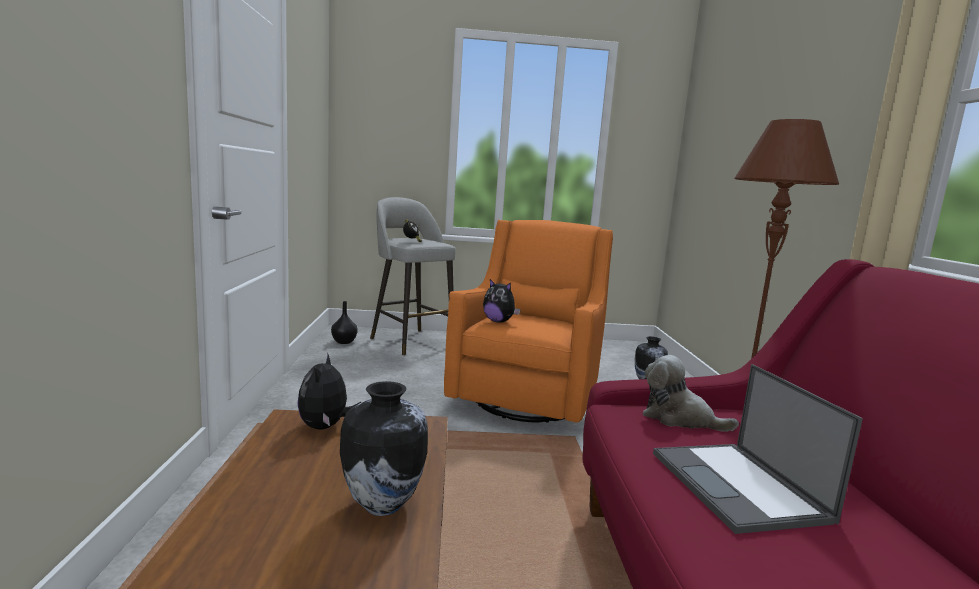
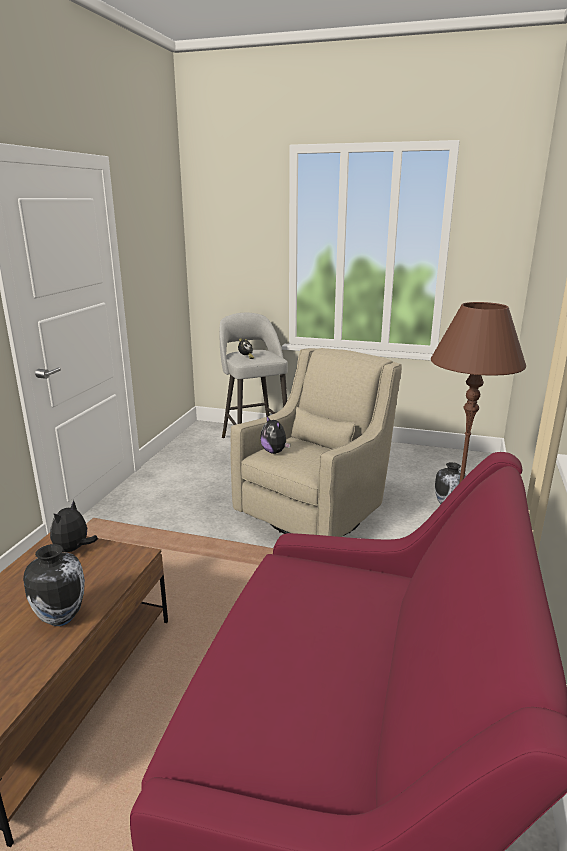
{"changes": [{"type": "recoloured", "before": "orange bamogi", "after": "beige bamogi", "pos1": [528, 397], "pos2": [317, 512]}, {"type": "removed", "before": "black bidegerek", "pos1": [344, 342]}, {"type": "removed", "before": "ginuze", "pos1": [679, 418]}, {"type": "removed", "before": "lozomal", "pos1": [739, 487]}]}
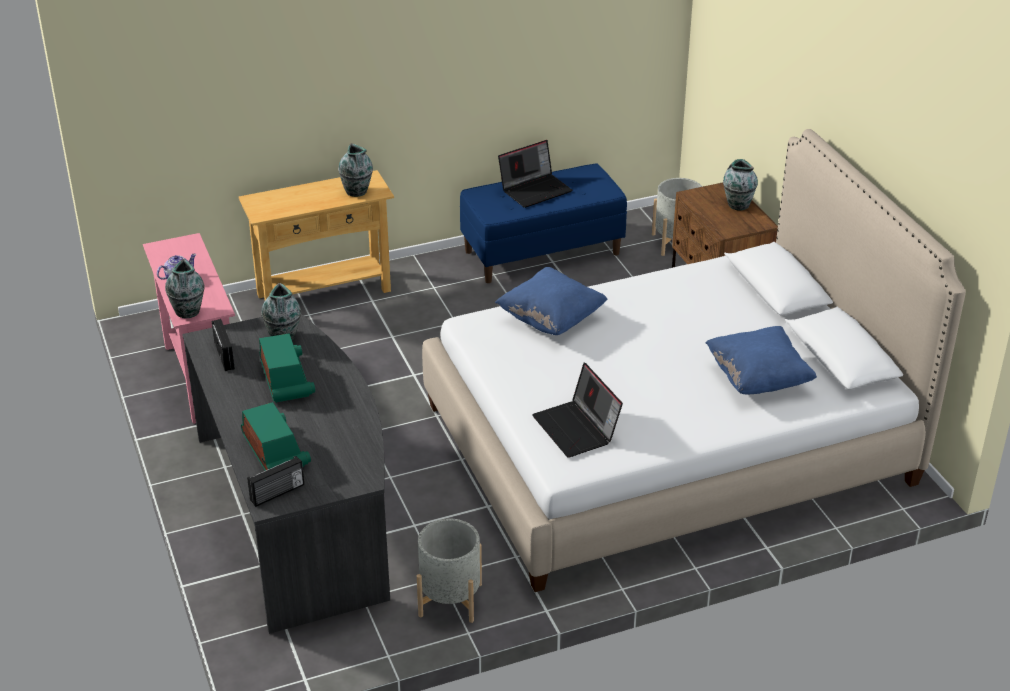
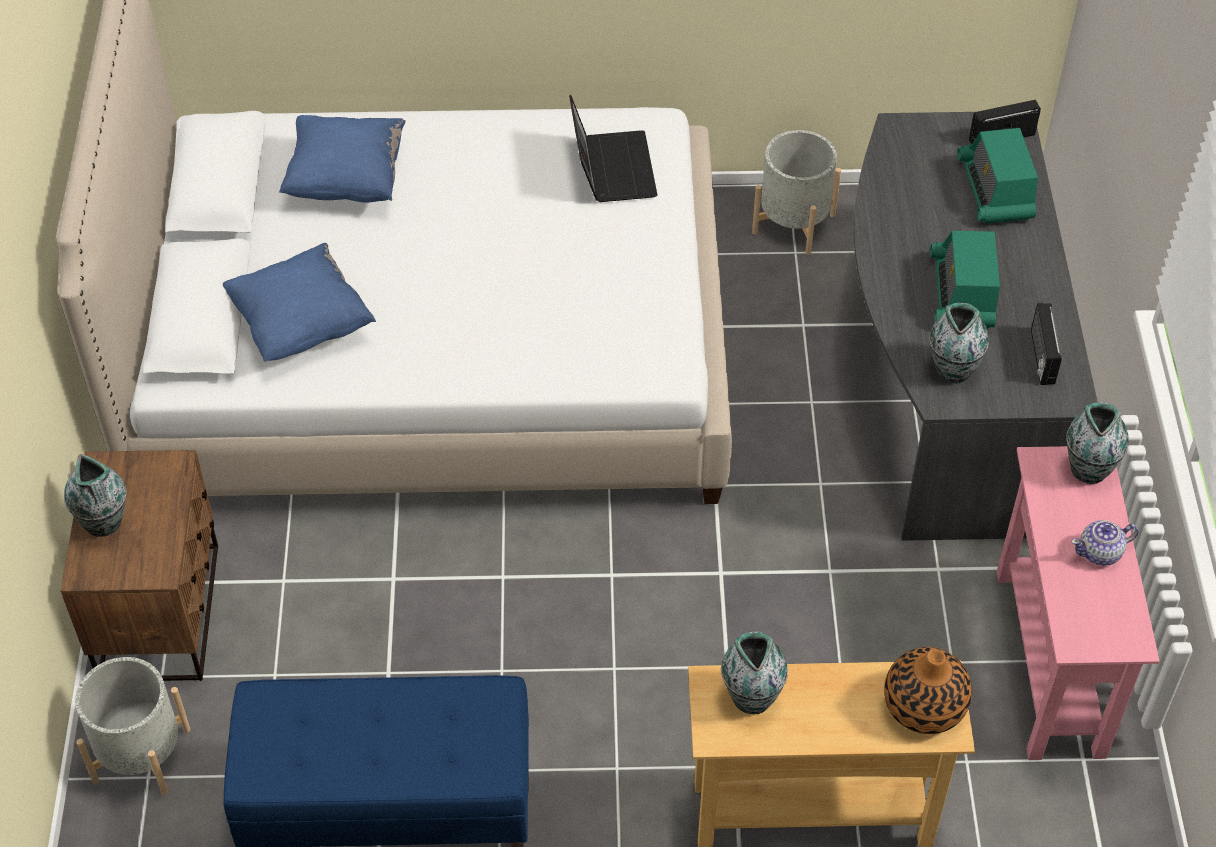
{"changes": [{"type": "removed", "before": "lozomal", "pos1": [535, 189]}, {"type": "moved", "before": "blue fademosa", "pos1": [551, 319], "pos2": [300, 325]}, {"type": "added", "after": "bidegerek", "pos2": [924, 706]}]}
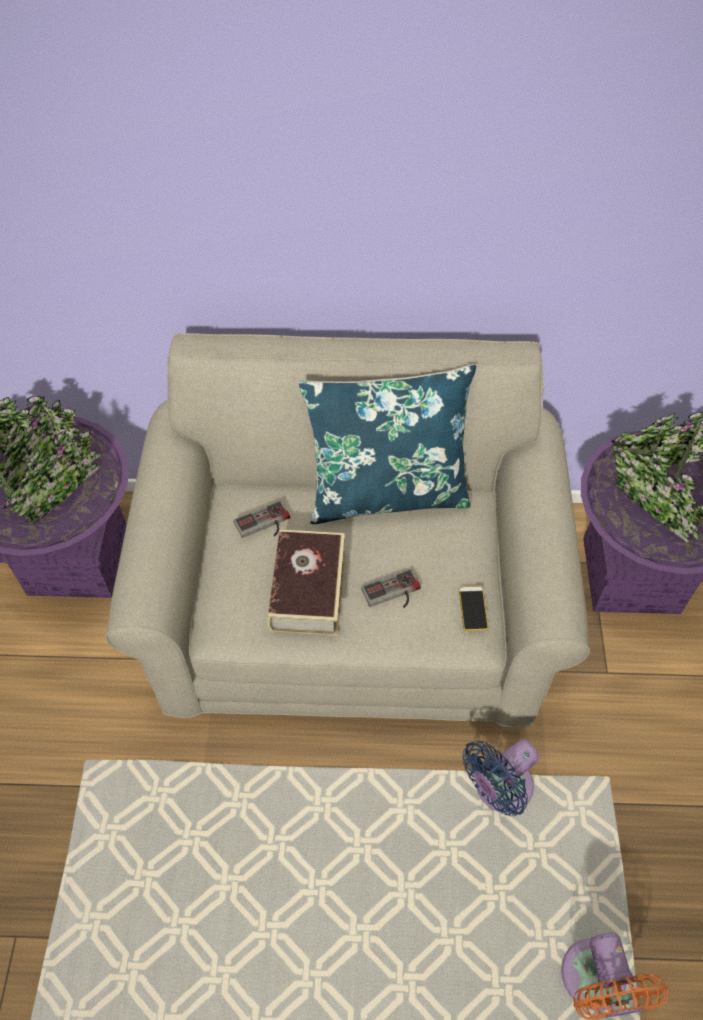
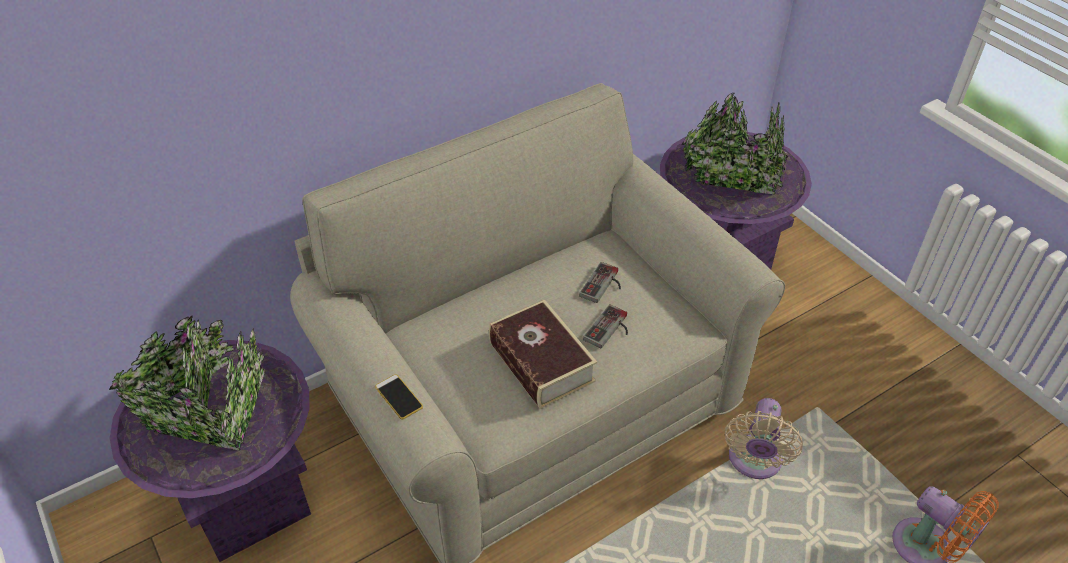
{"changes": [{"type": "removed", "before": "blue fademosa", "pos1": [387, 493]}, {"type": "moved", "before": "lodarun", "pos1": [264, 525], "pos2": [604, 285]}, {"type": "moved", "before": "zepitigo", "pos1": [473, 608], "pos2": [399, 397]}, {"type": "recoloured", "before": "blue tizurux", "after": "beige tizurux", "pos1": [498, 789], "pos2": [754, 462]}]}
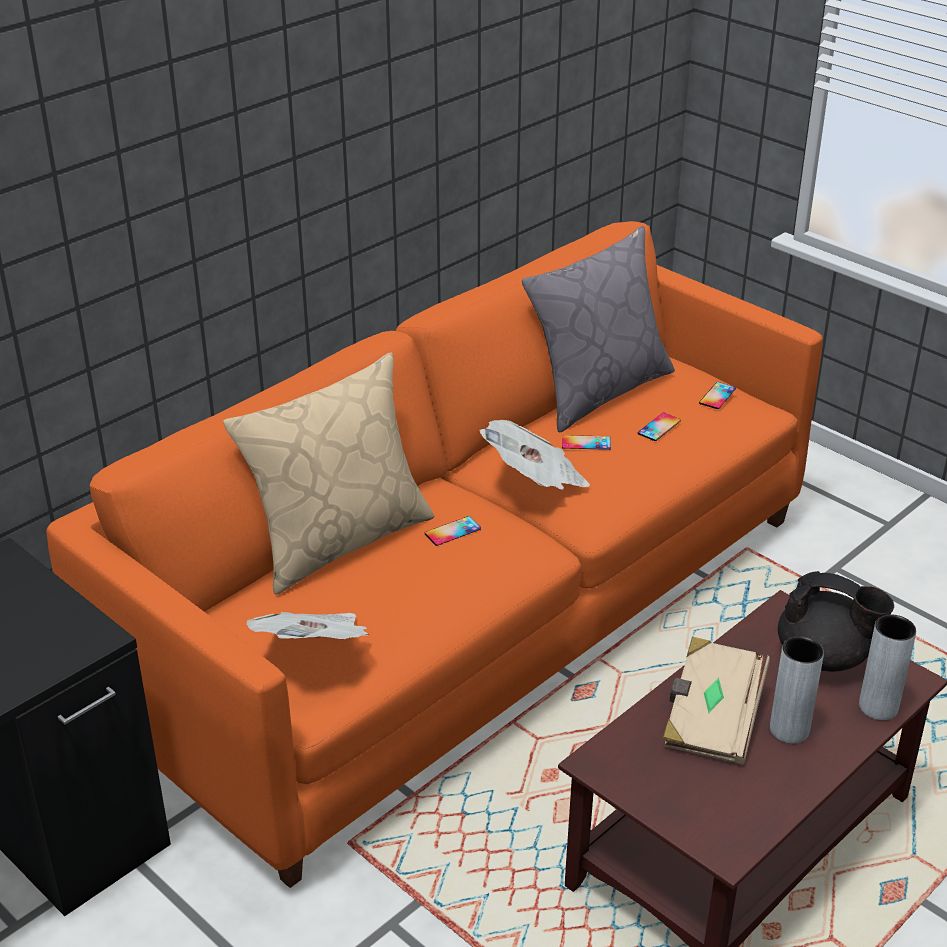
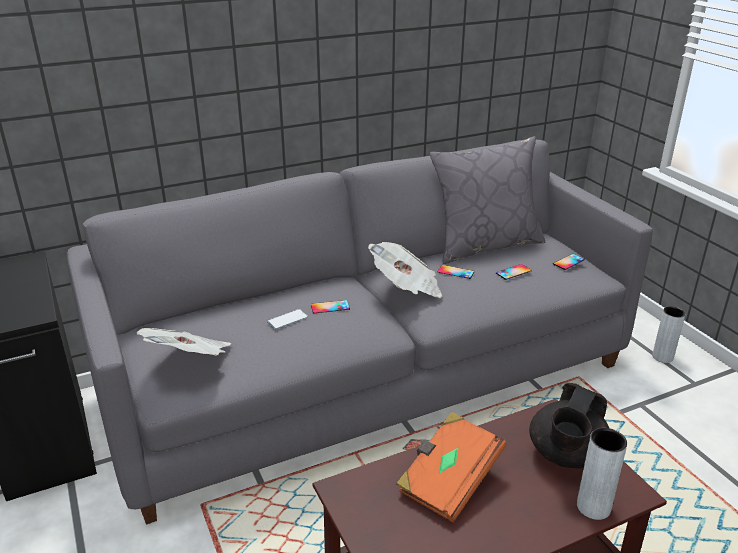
{"changes": [{"type": "recoloured", "before": "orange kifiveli", "after": "grey kifiveli", "pos1": [474, 614], "pos2": [369, 378]}, {"type": "removed", "before": "beige fademosa", "pos1": [338, 540]}, {"type": "turned", "before": "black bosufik", "pos1": [824, 657], "pos2": [566, 456], "turn": 75}, {"type": "moved", "before": "grey bidegerek", "pos1": [789, 729], "pos2": [662, 357]}, {"type": "recoloured", "before": "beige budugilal", "after": "orange budugilal", "pos1": [711, 719], "pos2": [448, 480]}, {"type": "added", "after": "zepitigo", "pos2": [287, 319]}]}
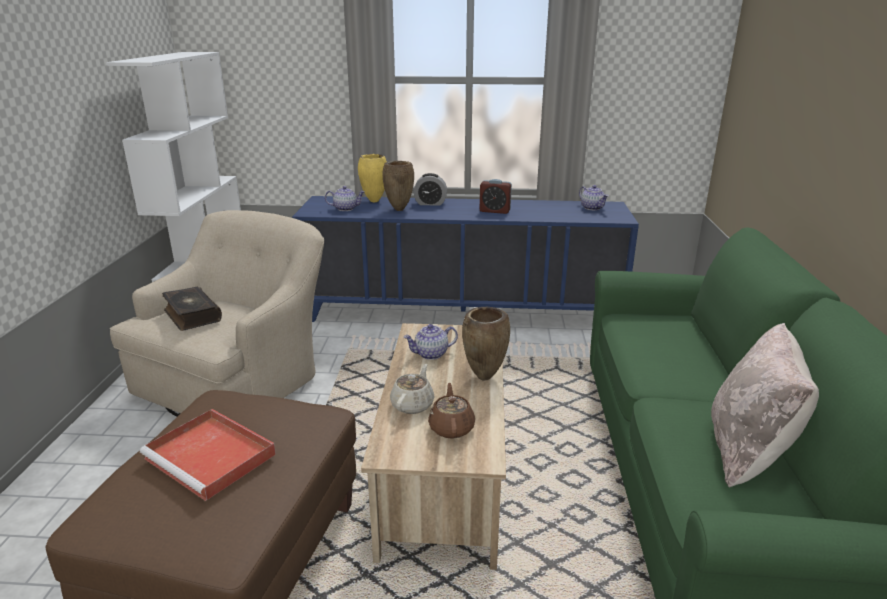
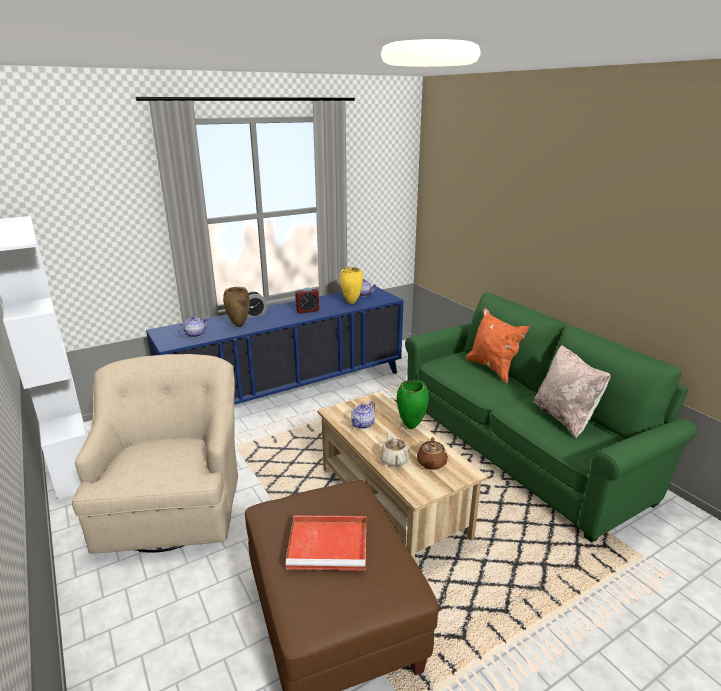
{"changes": [{"type": "moved", "before": "yellow bidegerek", "pos1": [373, 201], "pos2": [351, 303]}, {"type": "removed", "before": "budugilal", "pos1": [191, 316]}, {"type": "recoloured", "before": "brown bidegerek", "after": "green bidegerek", "pos1": [484, 378], "pos2": [411, 427]}, {"type": "turned", "before": "brown bosufik", "pos1": [451, 427], "pos2": [431, 463], "turn": -135}, {"type": "added", "after": "orange fademosa", "pos2": [492, 369]}]}
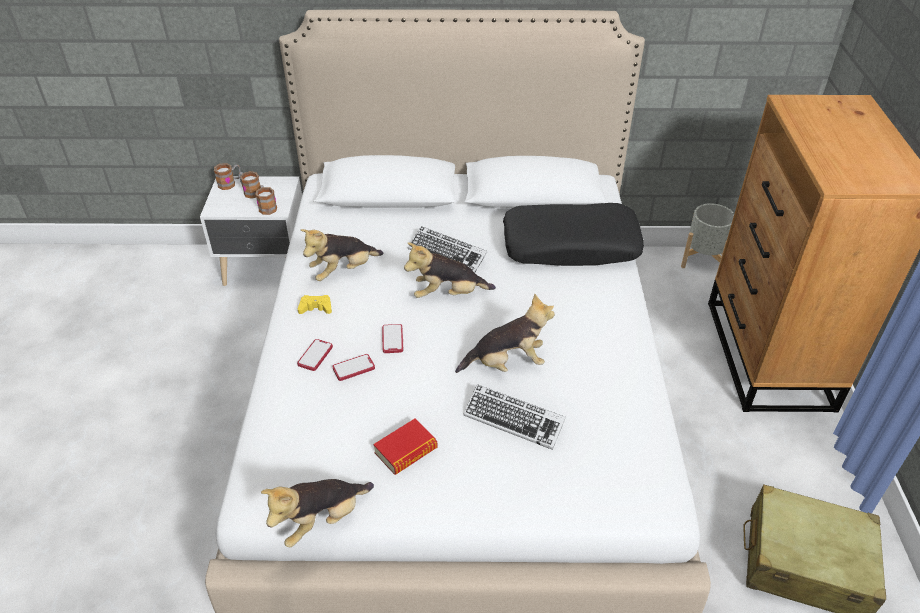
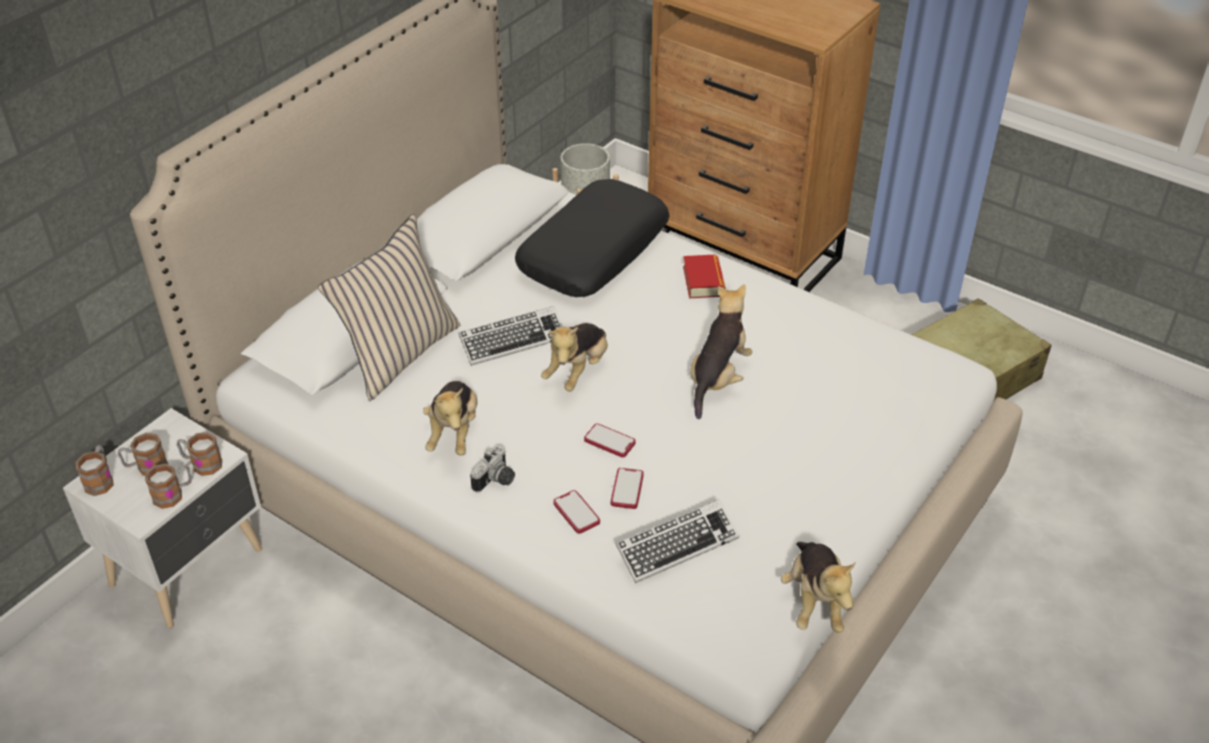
{"changes": [{"type": "replaced", "before": "yellow lodarun", "after": "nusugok", "pos1": [316, 308], "pos2": [496, 481]}, {"type": "moved", "before": "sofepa", "pos1": [514, 420], "pos2": [677, 545]}, {"type": "moved", "before": "budugilal", "pos1": [406, 451], "pos2": [703, 281]}, {"type": "added", "after": "beige fademosa", "pos2": [399, 354]}, {"type": "added", "after": "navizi", "pos2": [174, 494]}]}
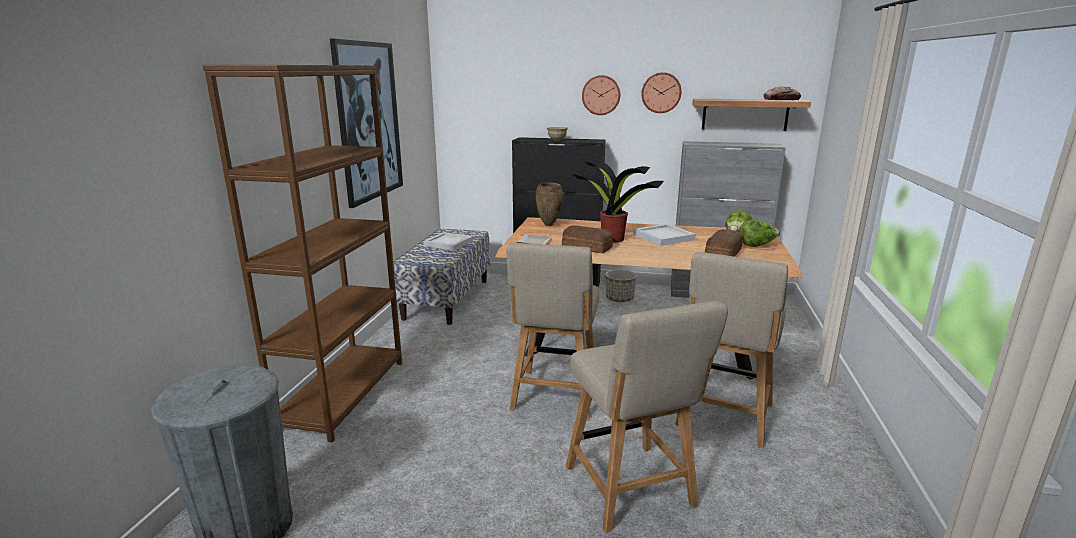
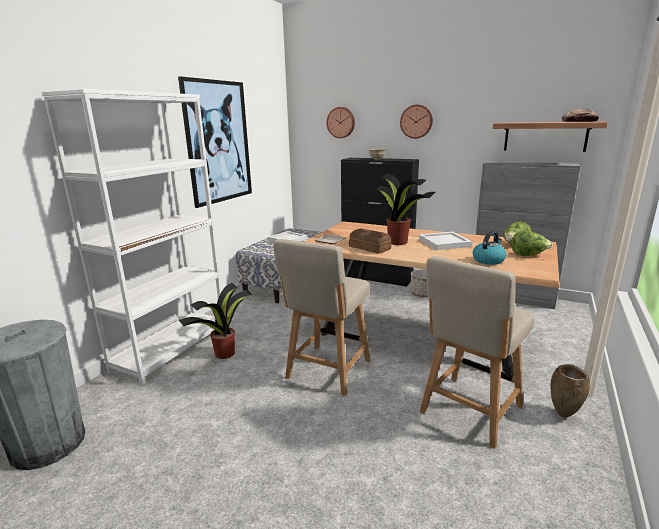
{"changes": [{"type": "recoloured", "before": "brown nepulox", "after": "white nepulox", "pos1": [344, 394], "pos2": [172, 349]}, {"type": "moved", "before": "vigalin", "pos1": [661, 92], "pos2": [341, 122]}, {"type": "moved", "before": "brown bidegerek", "pos1": [549, 225], "pos2": [564, 415]}, {"type": "replaced", "before": "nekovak", "after": "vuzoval", "pos1": [722, 253], "pos2": [488, 260]}, {"type": "removed", "before": "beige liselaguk", "pos1": [631, 490]}, {"type": "added", "after": "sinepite", "pos2": [226, 353]}]}
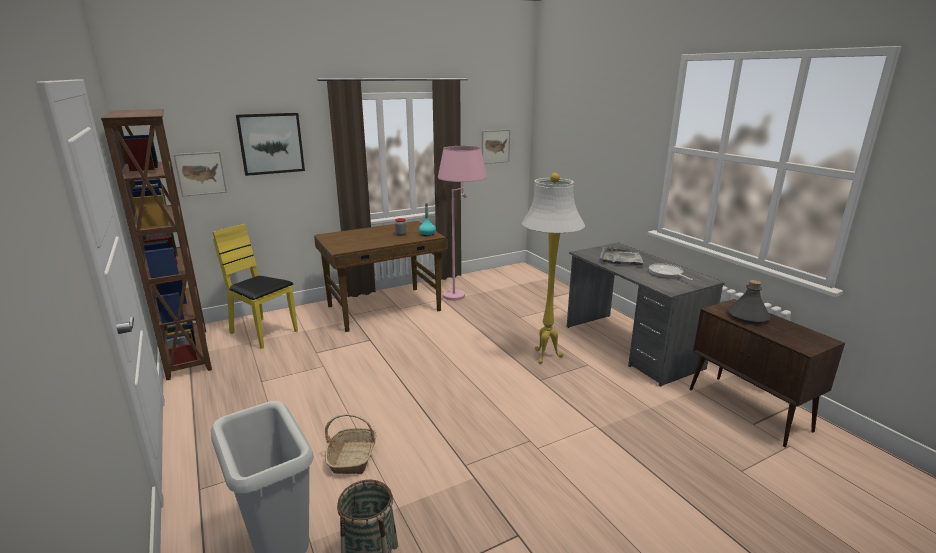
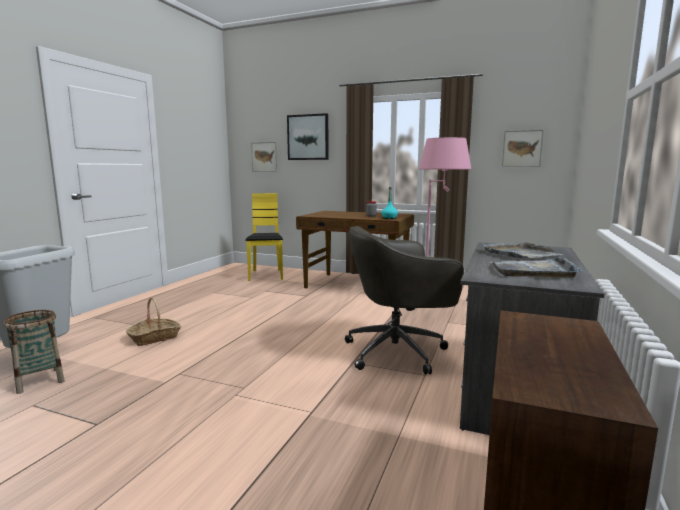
{"changes": [{"type": "removed", "before": "brown nepulox", "pos1": [189, 353]}, {"type": "replaced", "before": "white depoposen", "after": "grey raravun", "pos1": [544, 356], "pos2": [398, 352]}, {"type": "replaced", "before": "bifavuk", "after": "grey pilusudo", "pos1": [666, 274], "pos2": [533, 270]}, {"type": "removed", "before": "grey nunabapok", "pos1": [747, 316]}]}
